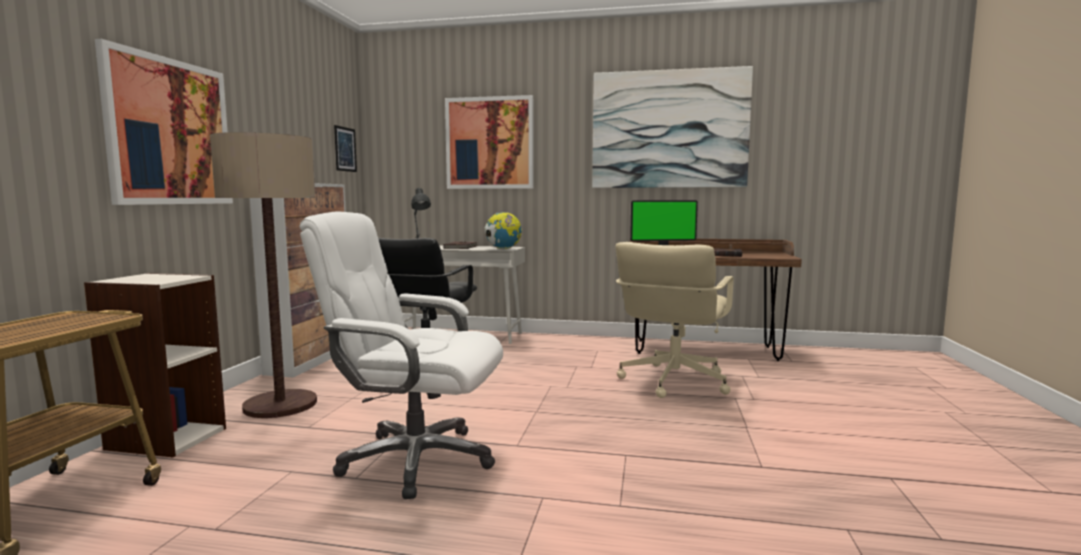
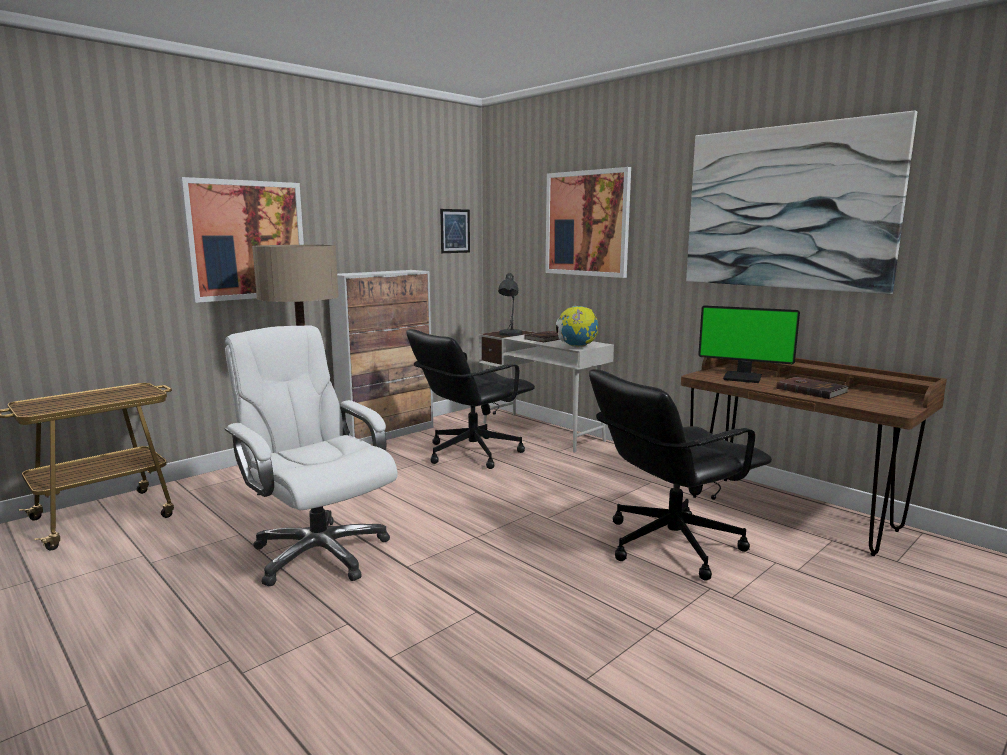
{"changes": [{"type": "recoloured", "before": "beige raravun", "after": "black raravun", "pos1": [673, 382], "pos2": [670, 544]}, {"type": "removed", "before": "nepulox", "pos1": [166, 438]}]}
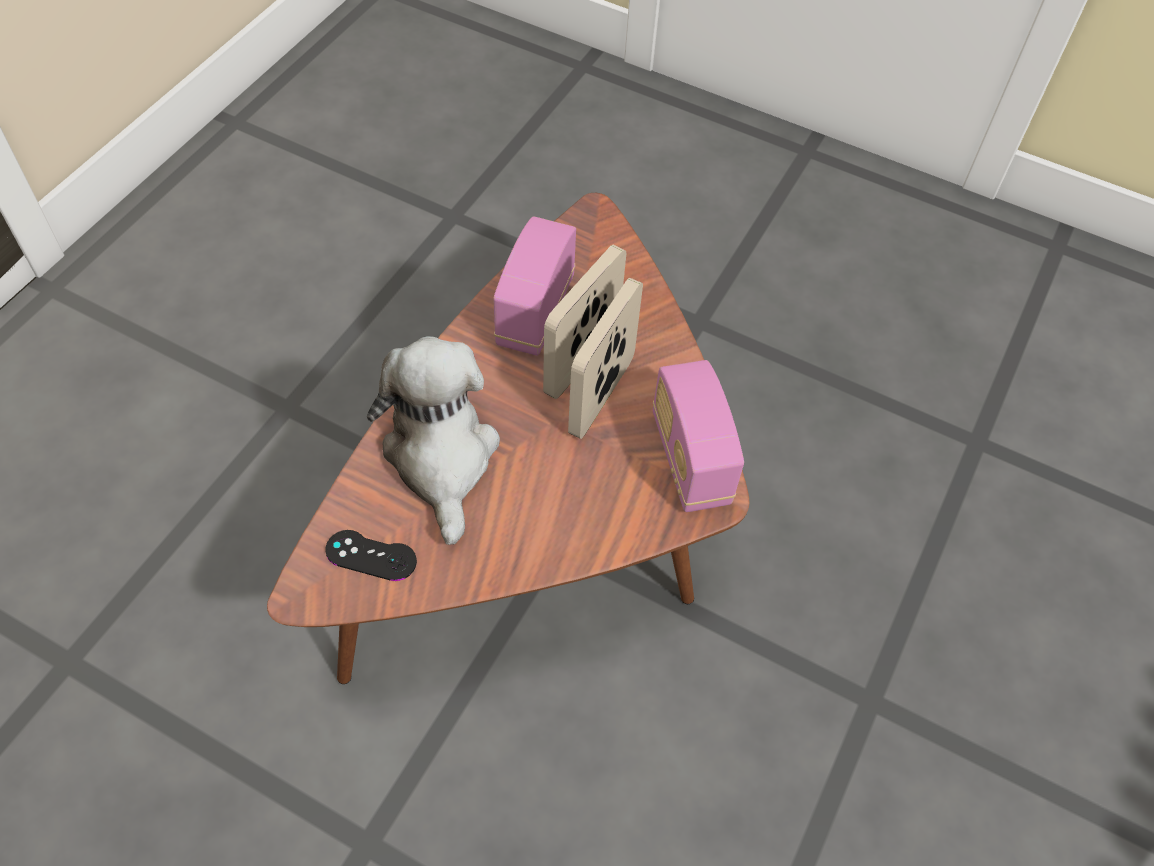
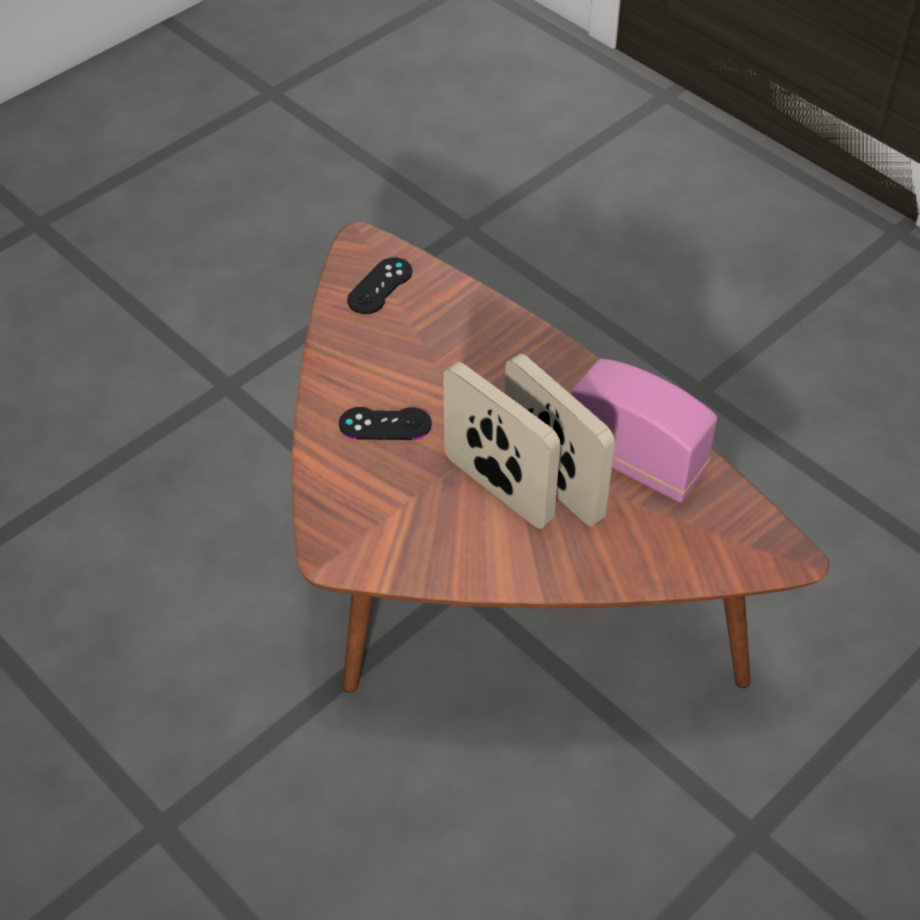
{"changes": [{"type": "removed", "before": "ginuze", "pos1": [441, 457]}, {"type": "removed", "before": "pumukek", "pos1": [690, 459]}, {"type": "added", "after": "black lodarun", "pos2": [385, 424]}]}
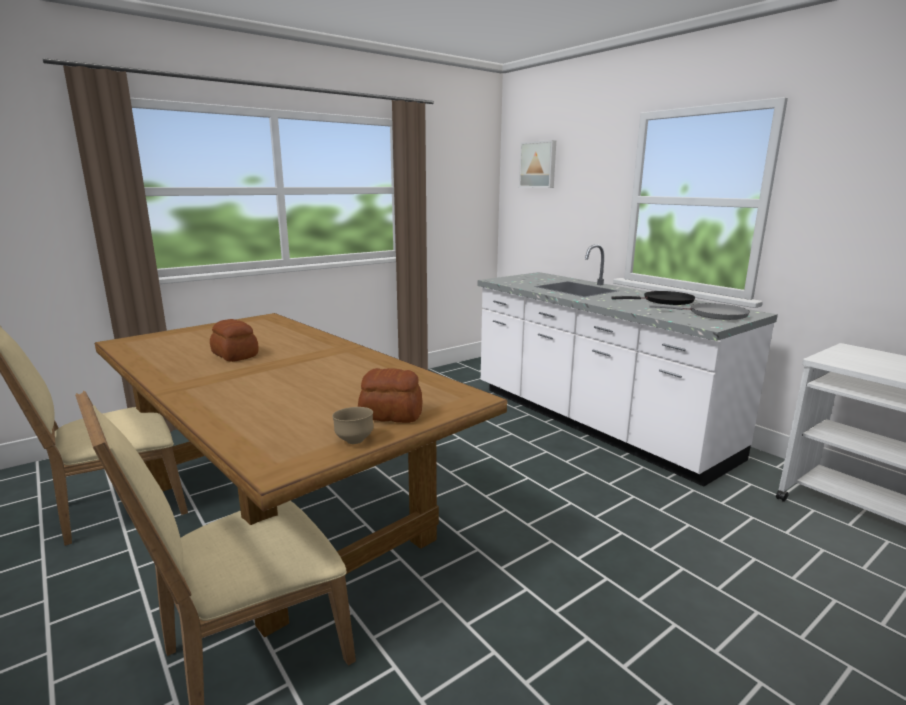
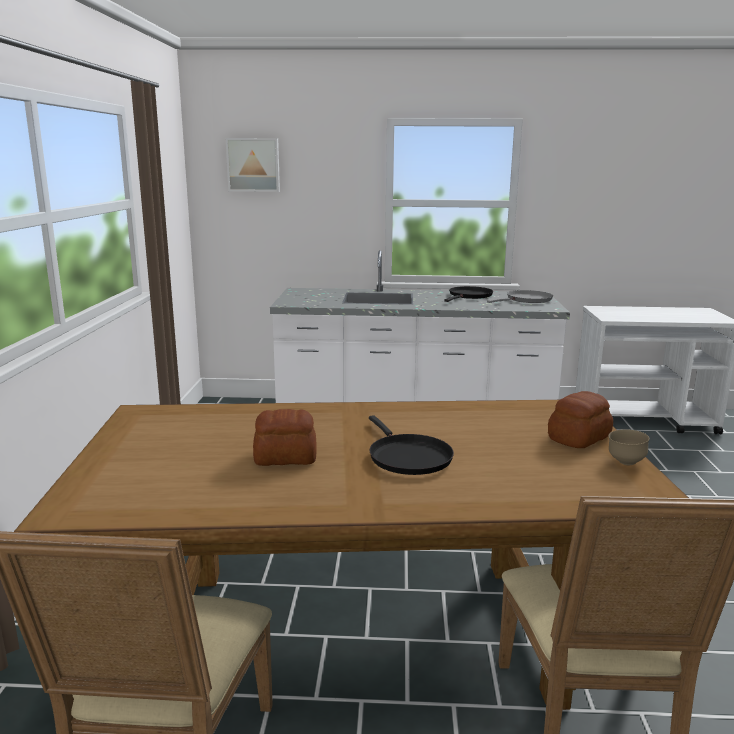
{"changes": [{"type": "added", "after": "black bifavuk", "pos2": [407, 457]}]}
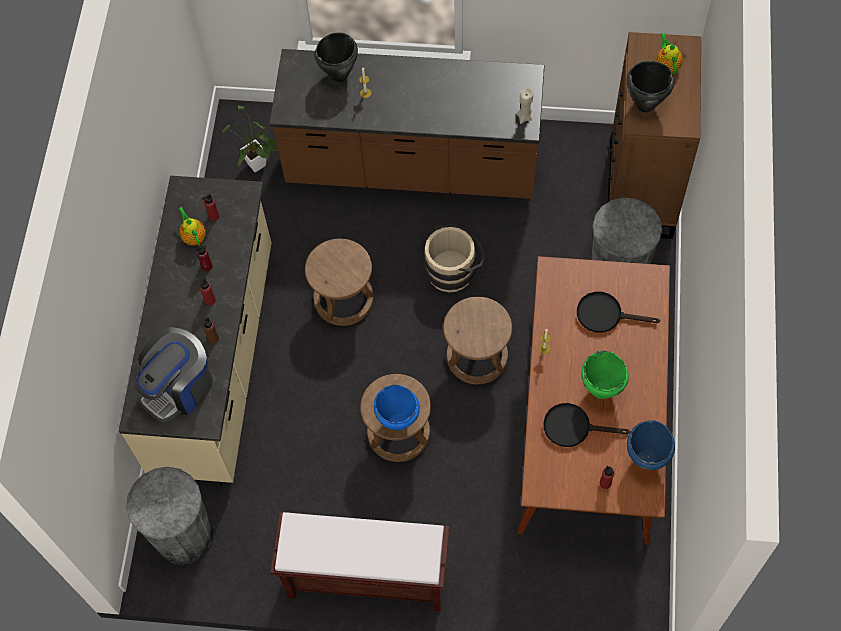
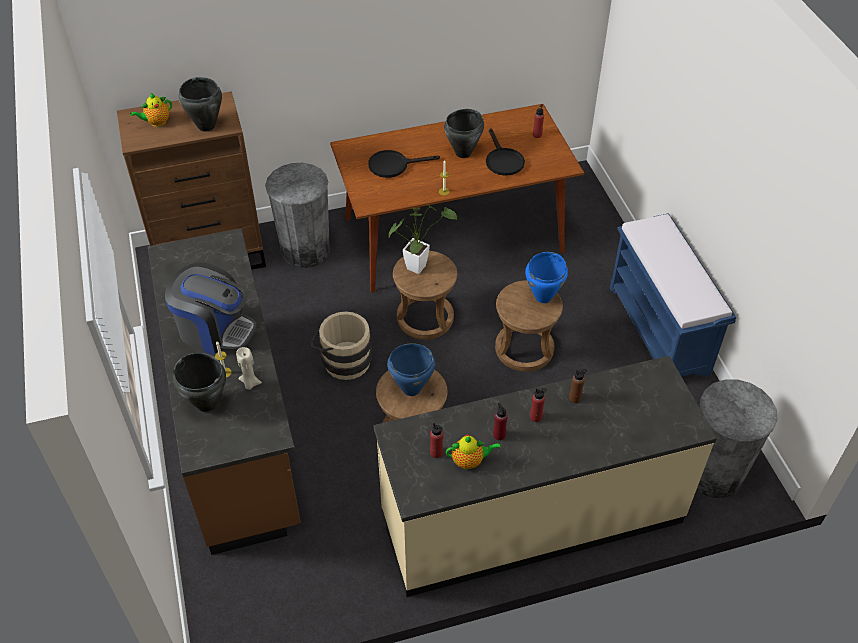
{"changes": [{"type": "moved", "before": "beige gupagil", "pos1": [524, 117], "pos2": [250, 383]}, {"type": "moved", "before": "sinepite", "pos1": [259, 168], "pos2": [419, 265]}, {"type": "turned", "before": "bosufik", "pos1": [193, 236], "pos2": [469, 461], "turn": -135}, {"type": "turned", "before": "black bifavuk", "pos1": [605, 314], "pos2": [394, 165], "turn": 90}, {"type": "moved", "before": "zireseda", "pos1": [179, 387], "pos2": [215, 330]}, {"type": "recoloured", "before": "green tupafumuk", "after": "black tupafumuk", "pos1": [601, 391], "pos2": [463, 153]}, {"type": "moved", "before": "blue tupafumuk", "pos1": [646, 459], "pos2": [411, 388]}, {"type": "recoloured", "before": "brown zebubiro", "after": "blue zebubiro", "pos1": [365, 578], "pos2": [659, 330]}]}
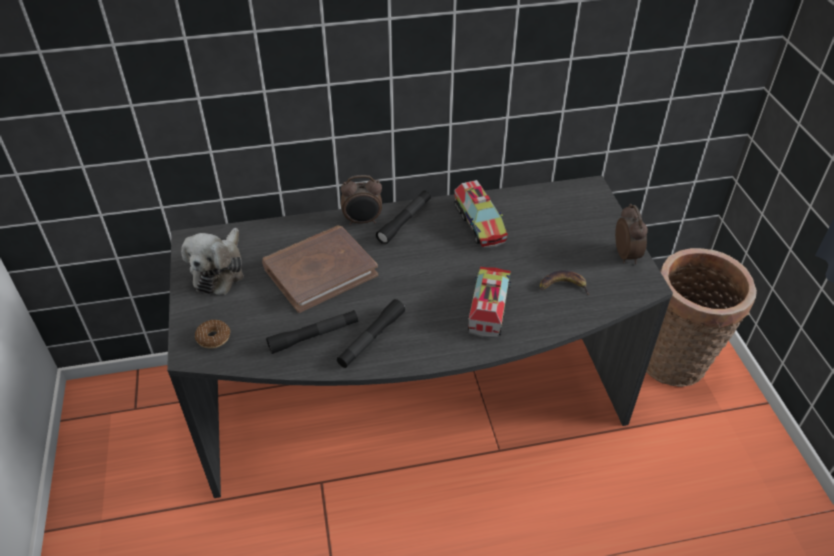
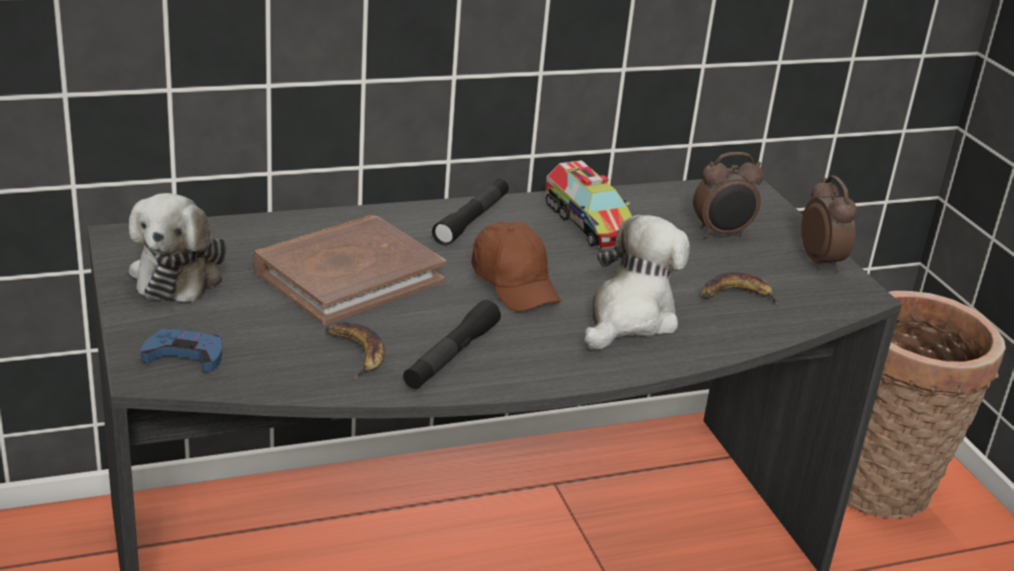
{"changes": [{"type": "moved", "before": "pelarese", "pos1": [363, 221], "pos2": [722, 234]}, {"type": "replaced", "before": "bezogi", "after": "ginuze", "pos1": [489, 306], "pos2": [629, 318]}, {"type": "replaced", "before": "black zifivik", "after": "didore", "pos1": [314, 336], "pos2": [355, 353]}, {"type": "replaced", "before": "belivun", "after": "blue lodarun", "pos1": [213, 338], "pos2": [185, 355]}, {"type": "added", "after": "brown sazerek", "pos2": [515, 284]}]}
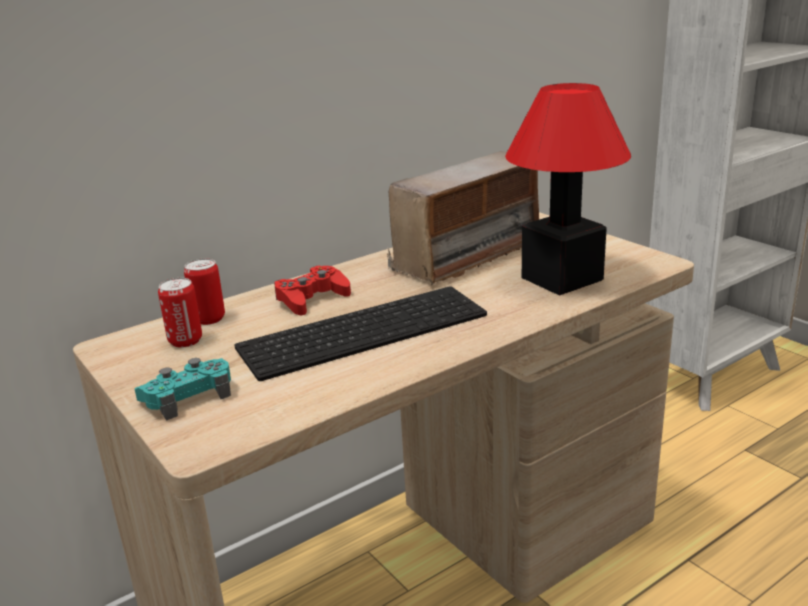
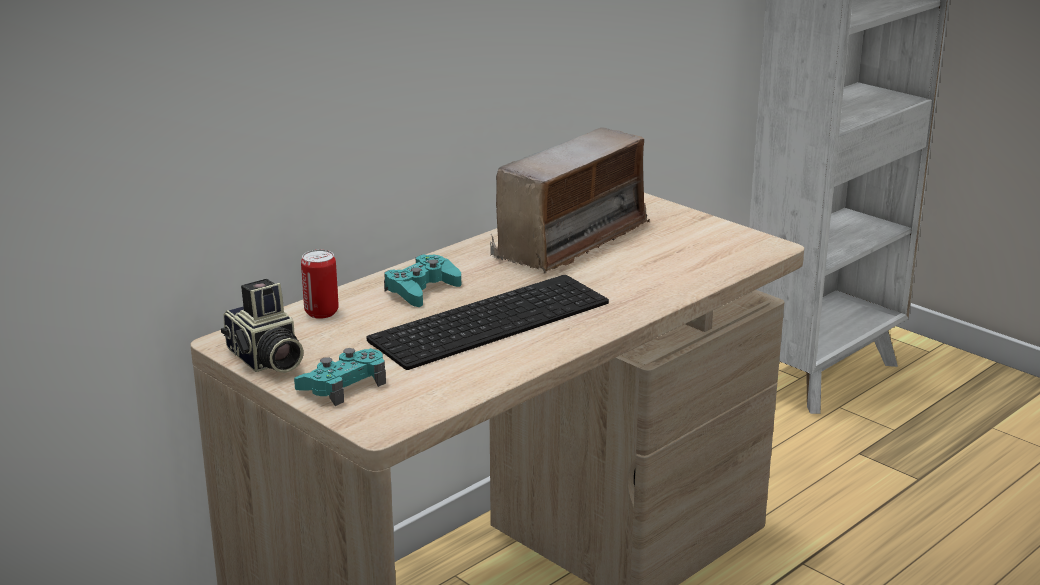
{"changes": [{"type": "removed", "before": "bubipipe", "pos1": [563, 279]}, {"type": "recoloured", "before": "red lodarun", "after": "turquoise lodarun", "pos1": [311, 298], "pos2": [421, 289]}, {"type": "removed", "before": "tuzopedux", "pos1": [185, 341]}, {"type": "added", "after": "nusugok", "pos2": [265, 360]}]}
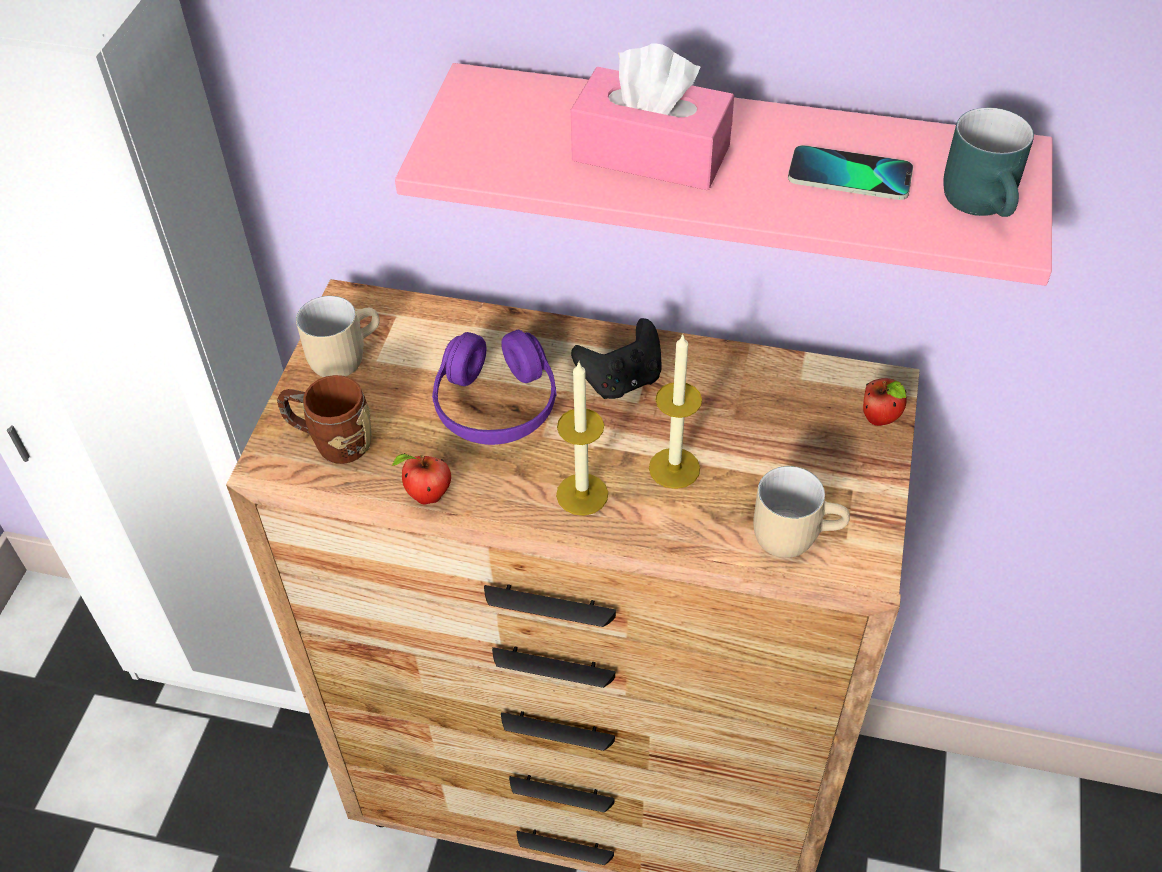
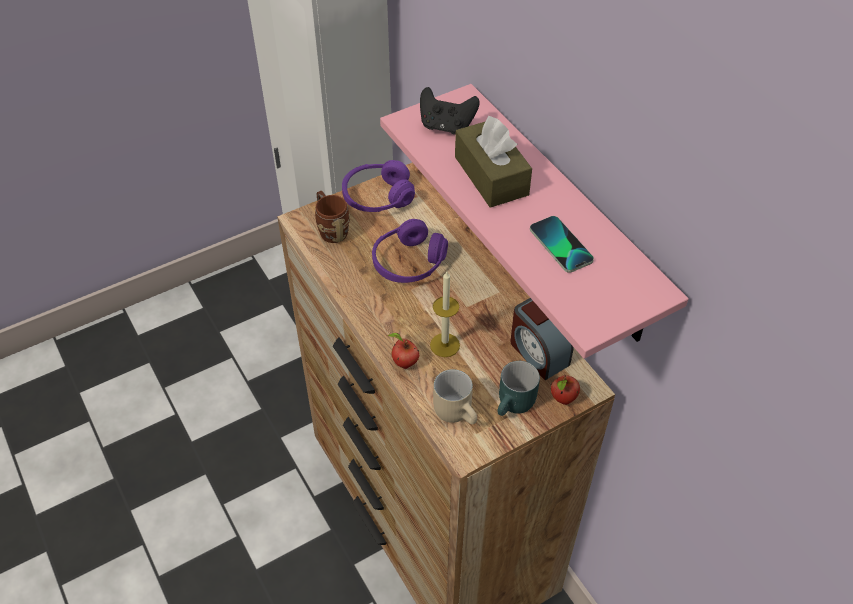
{"changes": [{"type": "recoloured", "before": "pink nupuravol", "after": "brown nupuravol", "pos1": [651, 153], "pos2": [491, 176]}, {"type": "moved", "before": "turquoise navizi", "pos1": [986, 203], "pos2": [515, 406]}, {"type": "replaced", "before": "beige navizi", "after": "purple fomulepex", "pos1": [342, 354], "pos2": [378, 197]}, {"type": "moved", "before": "black lodarun", "pos1": [621, 380], "pos2": [446, 126]}, {"type": "removed", "before": "gupagil", "pos1": [582, 494]}, {"type": "moved", "before": "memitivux", "pos1": [427, 497], "pos2": [403, 363]}, {"type": "added", "after": "pelarese", "pos2": [538, 353]}]}
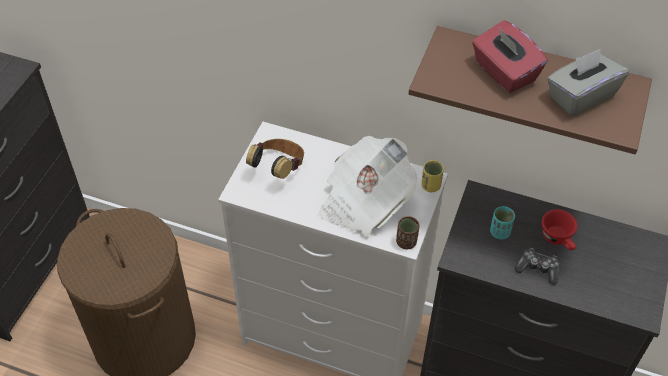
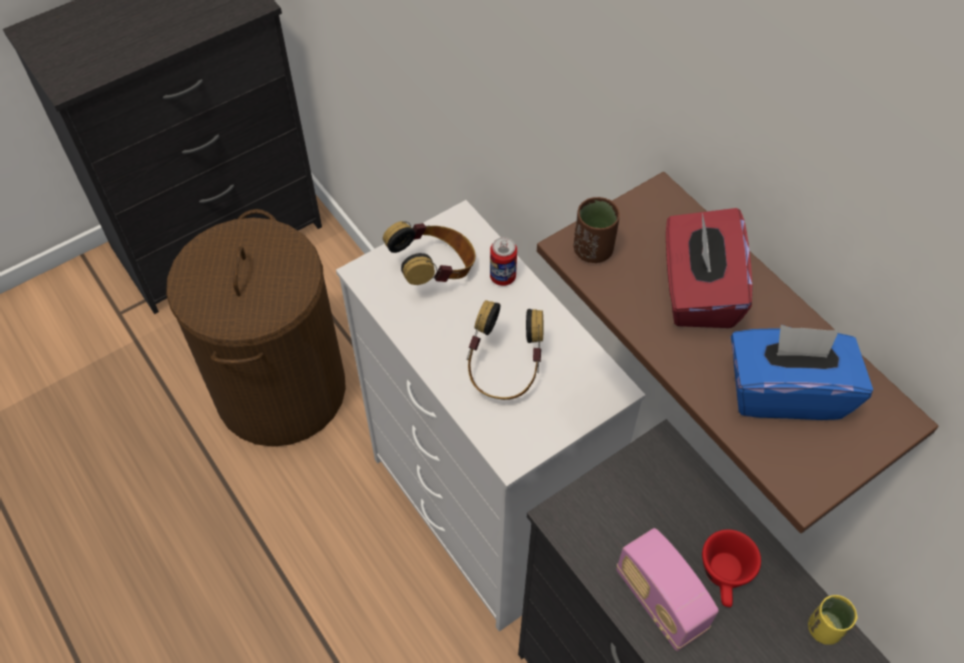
{"changes": [{"type": "recoloured", "before": "grey nupuravol", "after": "blue nupuravol", "pos1": [580, 97], "pos2": [785, 391]}, {"type": "replaced", "before": "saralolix", "after": "fomulepex", "pos1": [364, 201], "pos2": [504, 370]}, {"type": "moved", "before": "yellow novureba", "pos1": [430, 186], "pos2": [824, 628]}, {"type": "removed", "before": "turquoise novureba", "pos1": [499, 232]}, {"type": "moved", "before": "brown novureba", "pos1": [406, 242], "pos2": [593, 250]}, {"type": "replaced", "before": "lodarun", "after": "pumukek", "pos1": [537, 269], "pos2": [660, 601]}, {"type": "added", "after": "tuzopedux", "pos2": [502, 277]}]}
